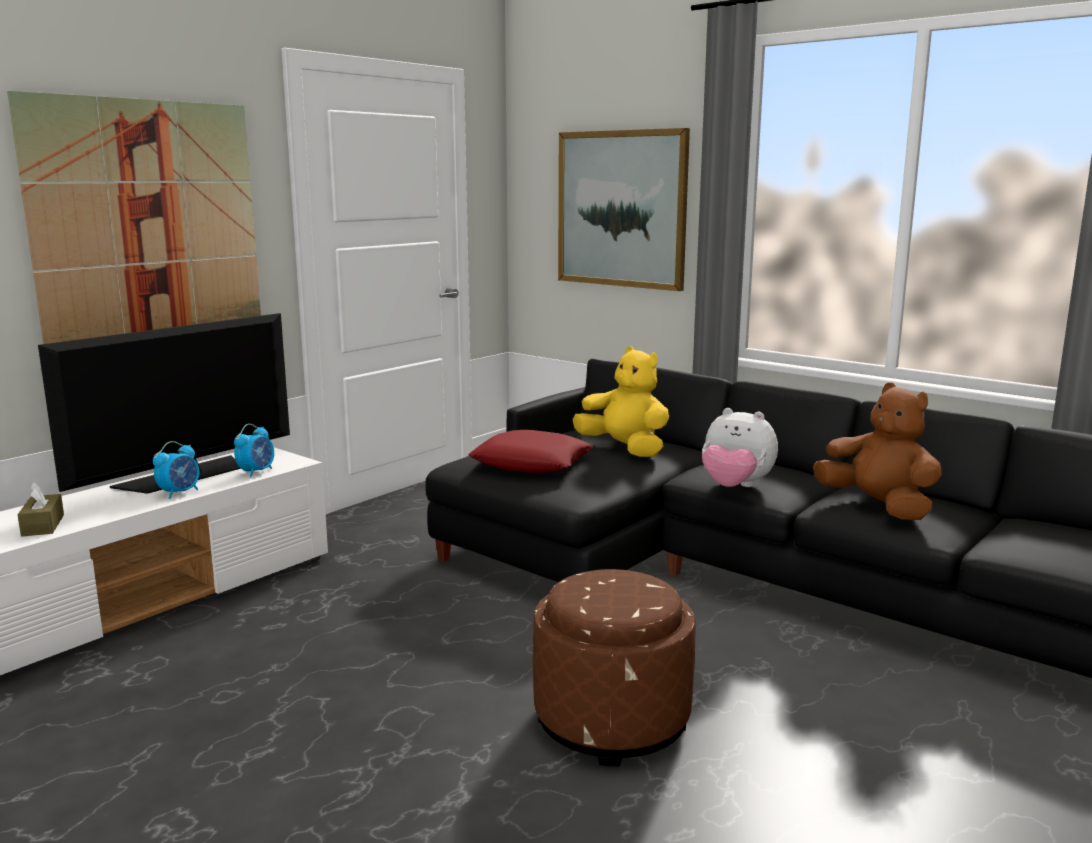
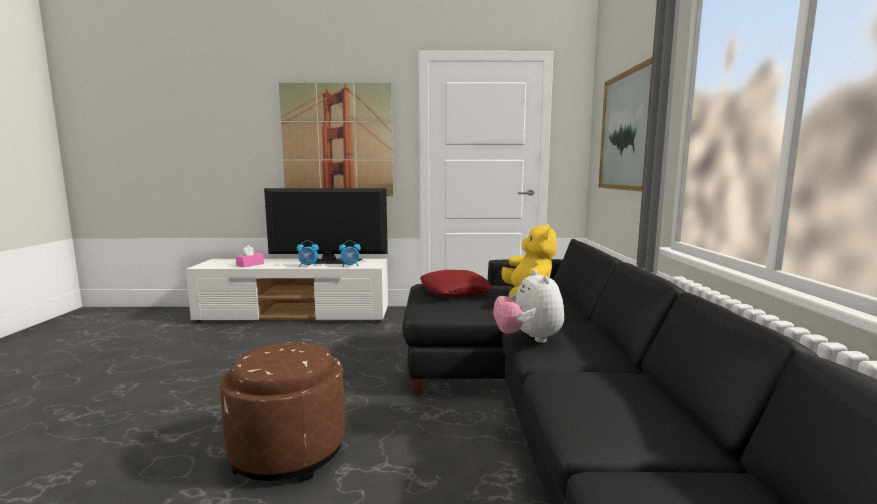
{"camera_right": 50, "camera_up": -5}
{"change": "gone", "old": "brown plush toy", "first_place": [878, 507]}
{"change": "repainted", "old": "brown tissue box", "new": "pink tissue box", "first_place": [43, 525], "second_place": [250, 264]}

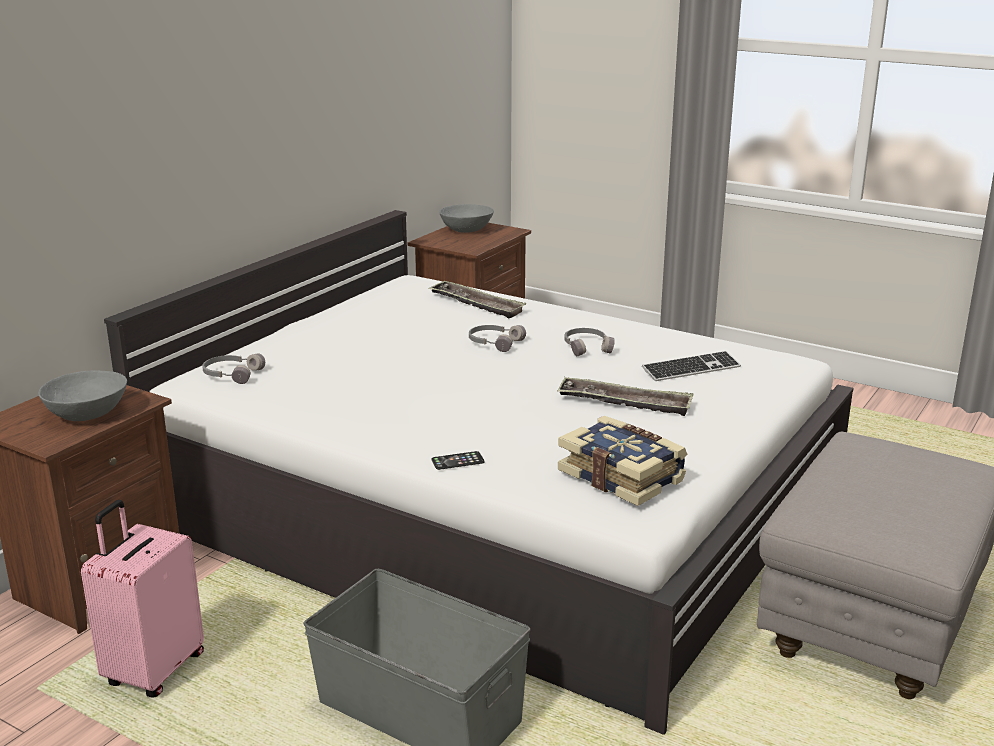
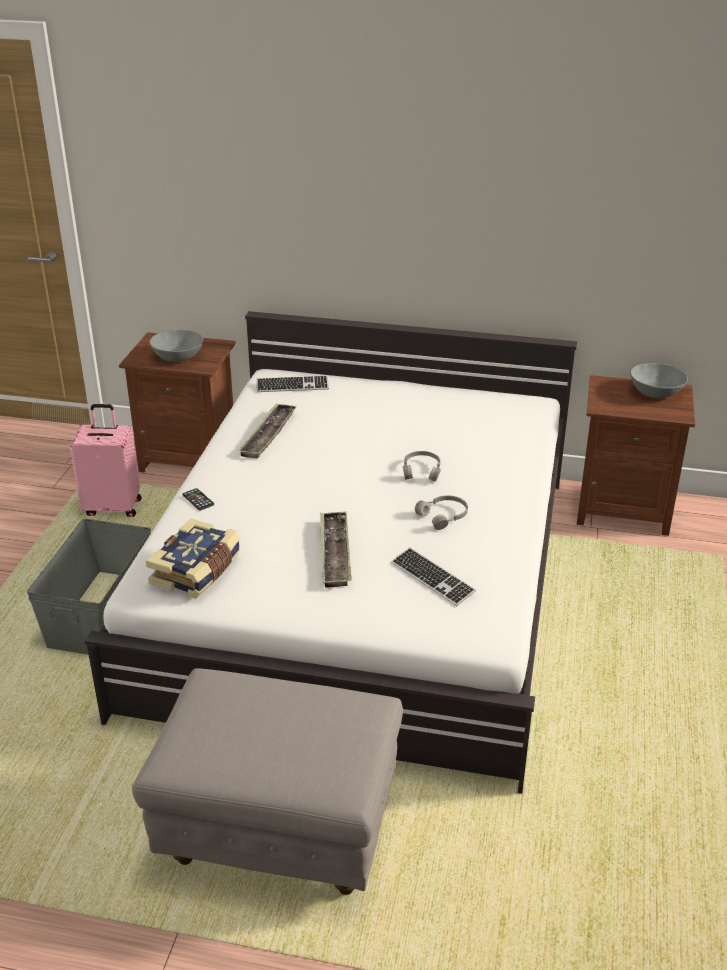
{"camera_right": 70, "camera_up": 10}
{"change": "shifted", "old": "tray", "first_place": [476, 304], "second_place": [268, 435]}
{"change": "swapped", "old": "grey headphones", "new": "keyboard", "first_place": [232, 374], "second_place": [292, 386]}

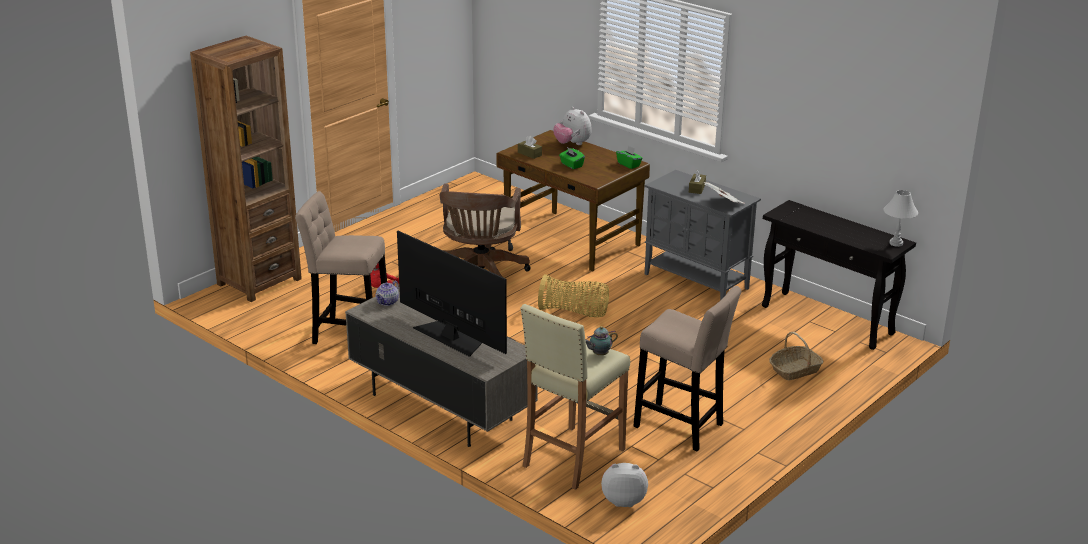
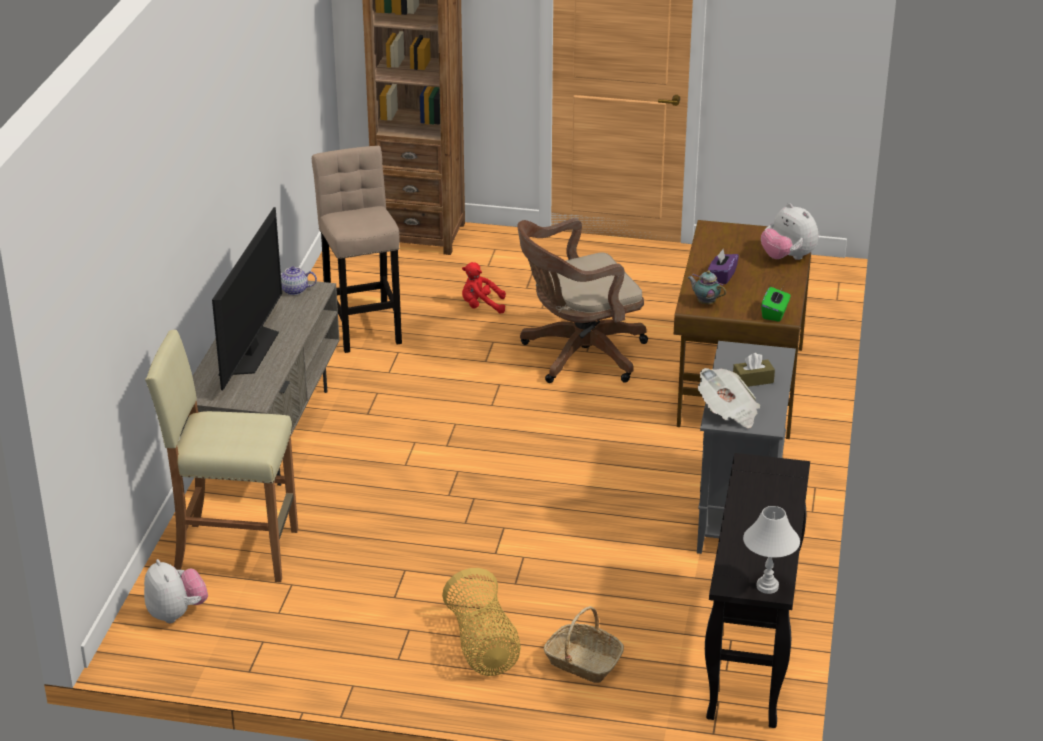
{"camera_right": 60, "camera_up": 5}
{"change": "gone", "old": "brown tissue box", "first_place": [529, 154]}
{"change": "gone", "old": "beige stool", "first_place": [682, 428]}
{"change": "shifted", "old": "basket", "first_place": [574, 312], "second_place": [483, 646]}
{"change": "shifted", "old": "teapot", "first_place": [599, 354], "second_place": [705, 302]}
{"change": "repainted", "old": "green tissue box", "new": "purple tissue box", "first_place": [571, 165], "second_place": [722, 276]}
{"change": "rotated", "old": "plush toy", "first_place": [572, 144], "second_place": [787, 257], "degrees": -60}

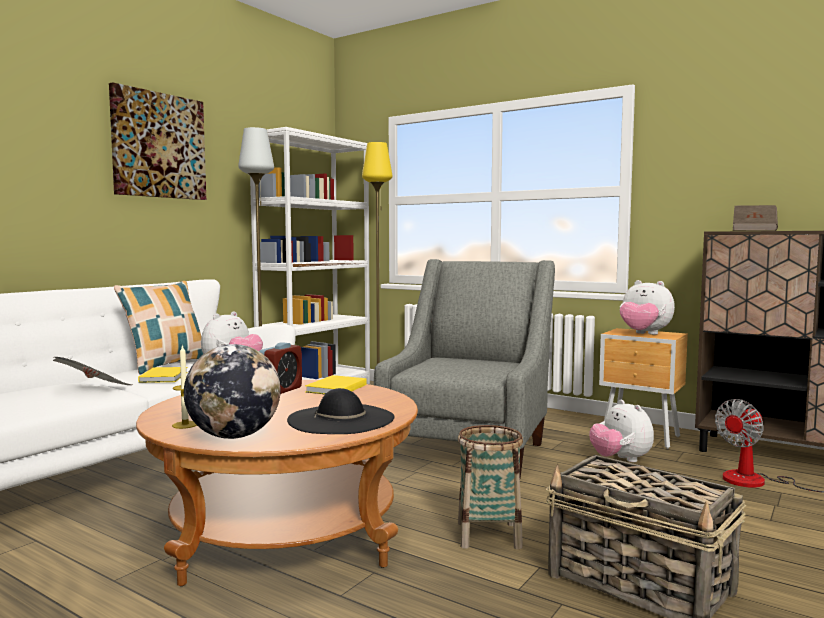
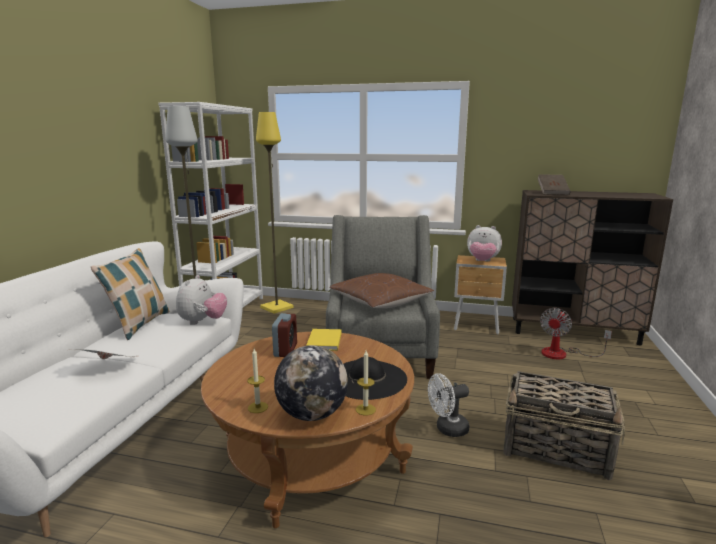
{"camera_right": -20, "camera_up": 10}
{"change": "gone", "old": "picture", "first_place": [158, 145]}
{"change": "gone", "old": "yellow book", "first_place": [165, 377]}
{"change": "gone", "old": "plush toy", "first_place": [620, 460]}
{"change": "new", "new": "brown pillow", "second_place": [380, 302]}
{"change": "new", "new": "candle", "second_place": [365, 409]}
{"change": "swapped", "old": "basket", "new": "white fan", "first_place": [489, 535], "second_place": [447, 429]}

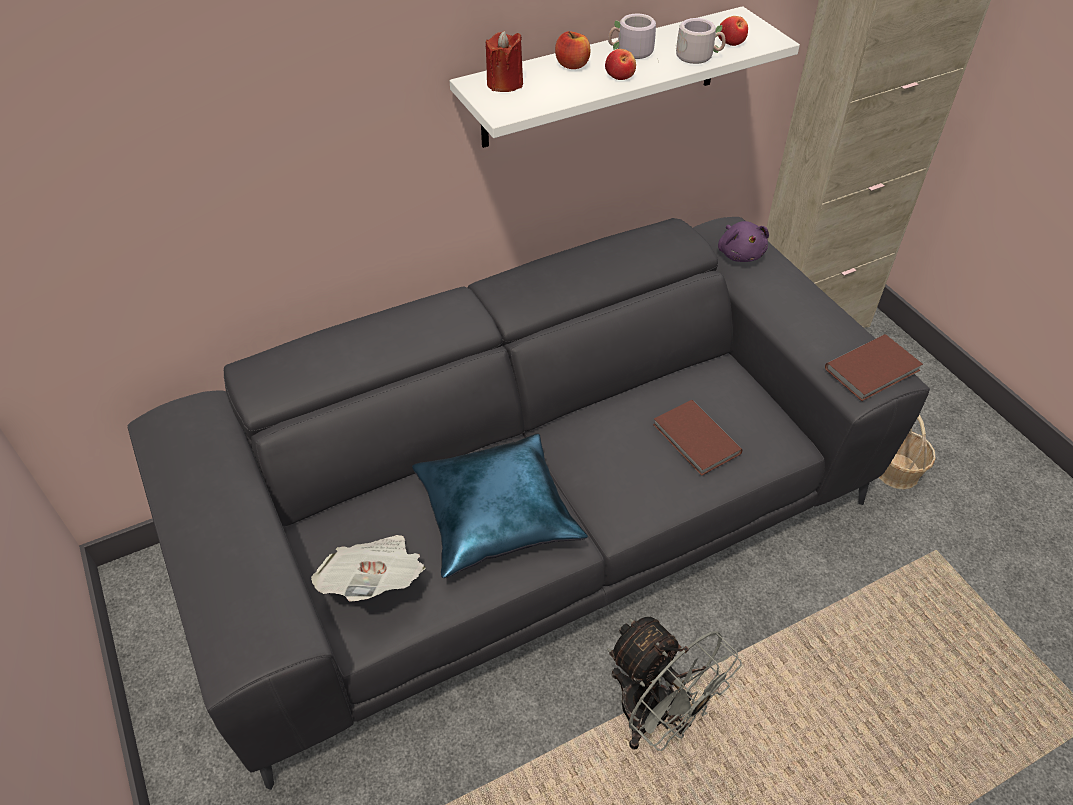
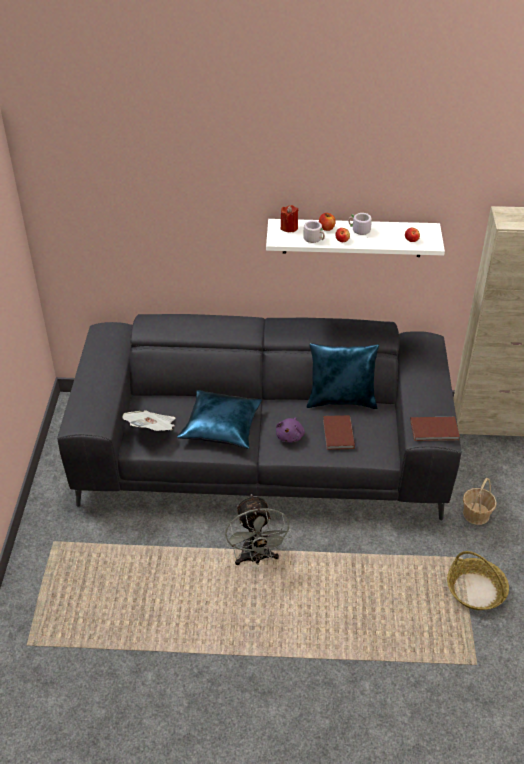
{"camera_right": 30, "camera_up": -5}
{"change": "new", "new": "blue pillow", "second_place": [341, 400]}
{"change": "new", "new": "basket", "second_place": [476, 590]}
{"change": "shifted", "old": "grey mug", "first_place": [698, 56], "second_place": [315, 239]}
{"change": "shifted", "old": "purple plush toy", "first_place": [740, 253], "second_place": [290, 436]}

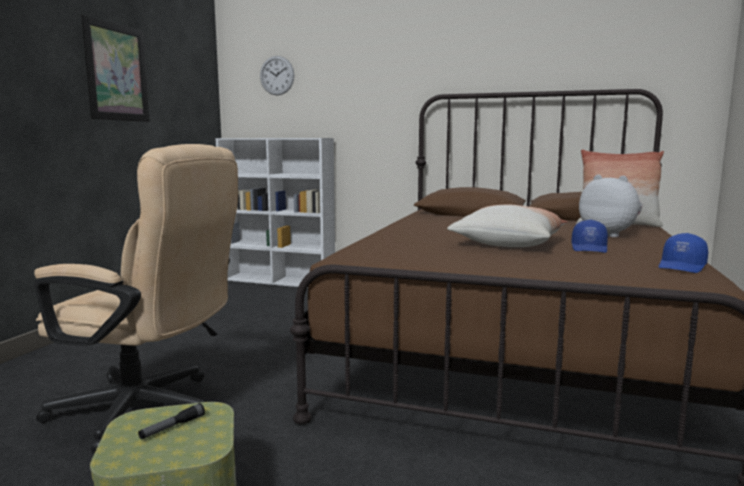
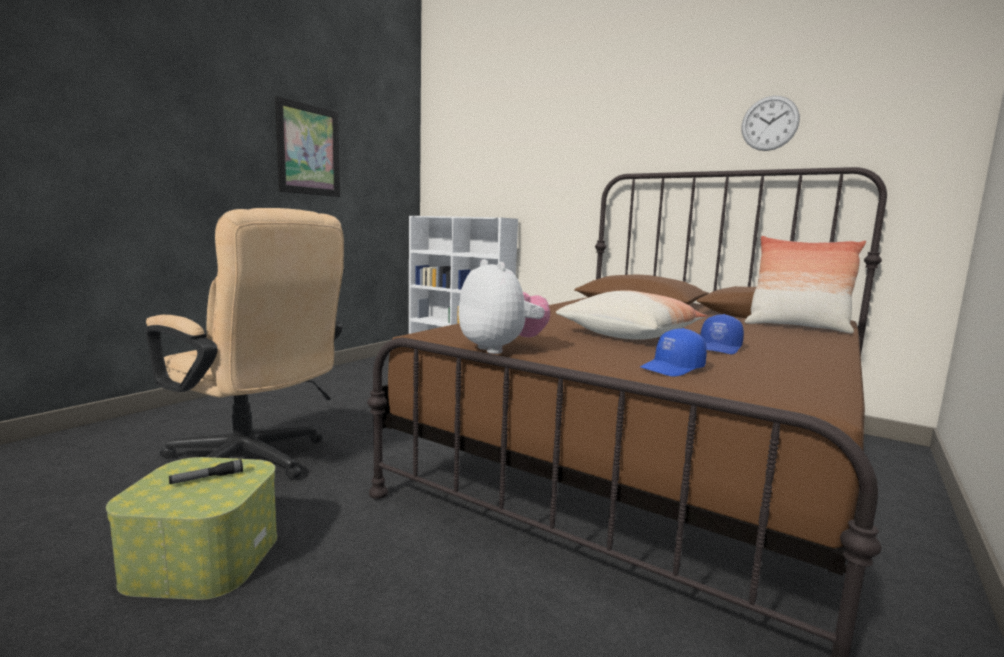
{"camera_right": 15, "camera_up": 0}
{"change": "shifted", "old": "wall clock", "first_place": [277, 75], "second_place": [769, 123]}
{"change": "shifted", "old": "plush toy", "first_place": [609, 234], "second_place": [500, 349]}
{"change": "shifted", "old": "blue cap", "first_place": [682, 267], "second_place": [673, 369]}

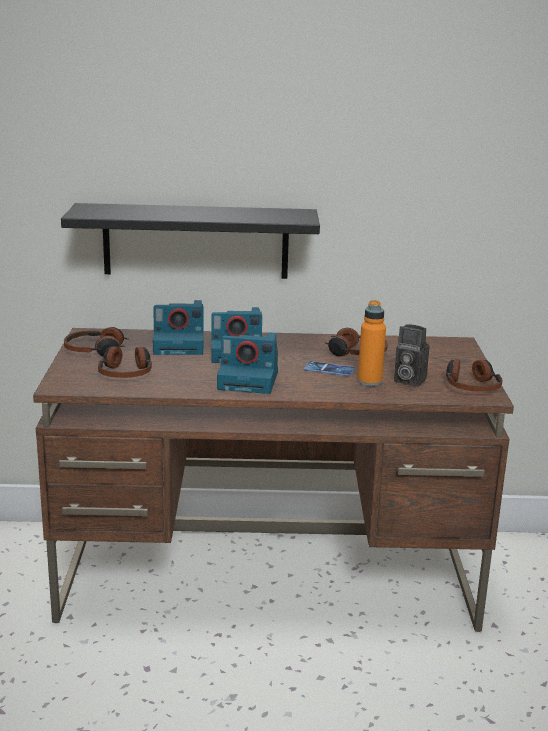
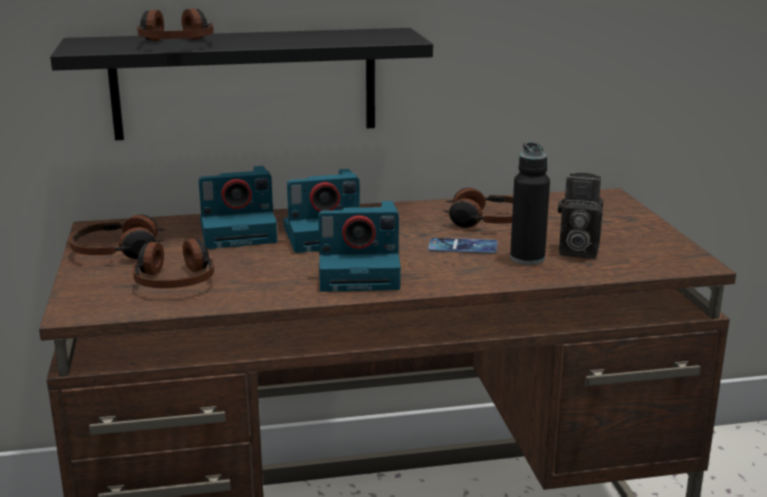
{"camera_right": -10, "camera_up": 0}
{"change": "shifted", "old": "headphones", "first_place": [471, 386], "second_place": [176, 43]}
{"change": "repainted", "old": "orange bottle", "new": "black bottle", "first_place": [369, 381], "second_place": [527, 258]}

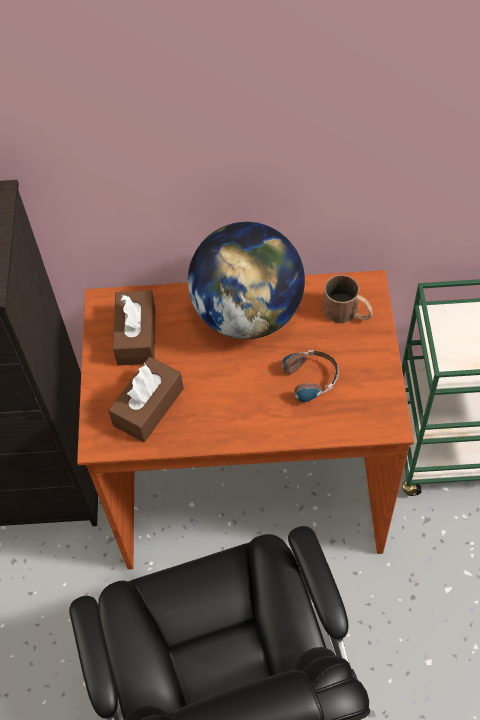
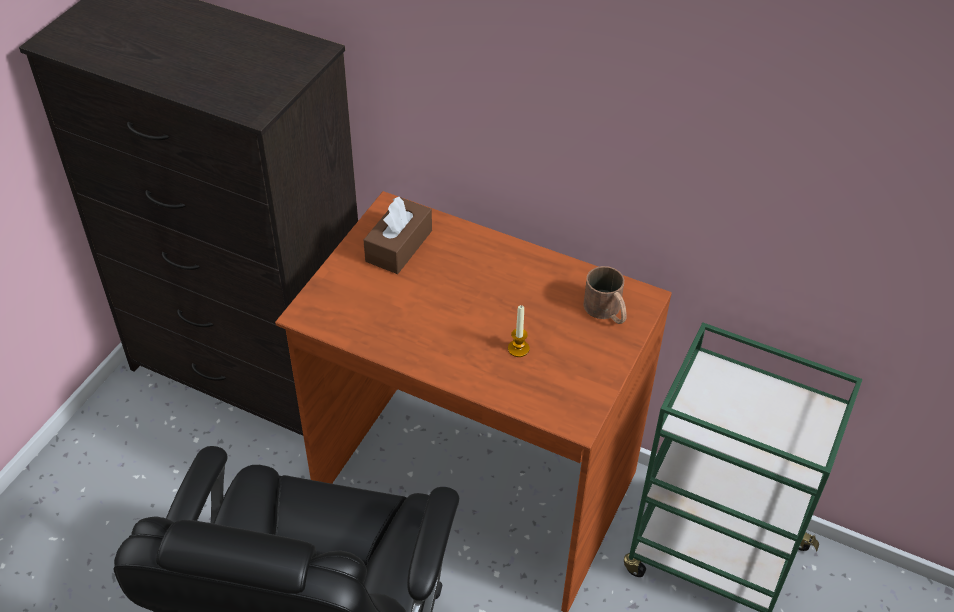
{"camera_right": 25, "camera_up": -10}
{"change": "gone", "old": "brown tissue box", "first_place": [148, 407]}
{"change": "gone", "old": "globe", "first_place": [248, 314]}
{"change": "swapped", "old": "headphones", "new": "candle", "first_place": [300, 382], "second_place": [518, 349]}

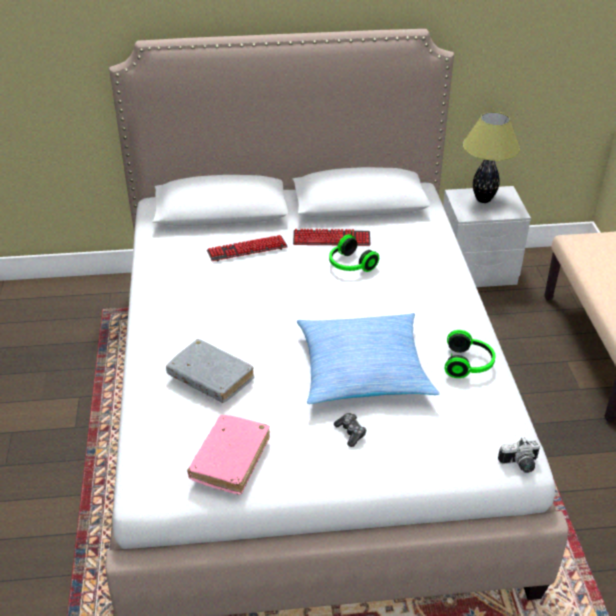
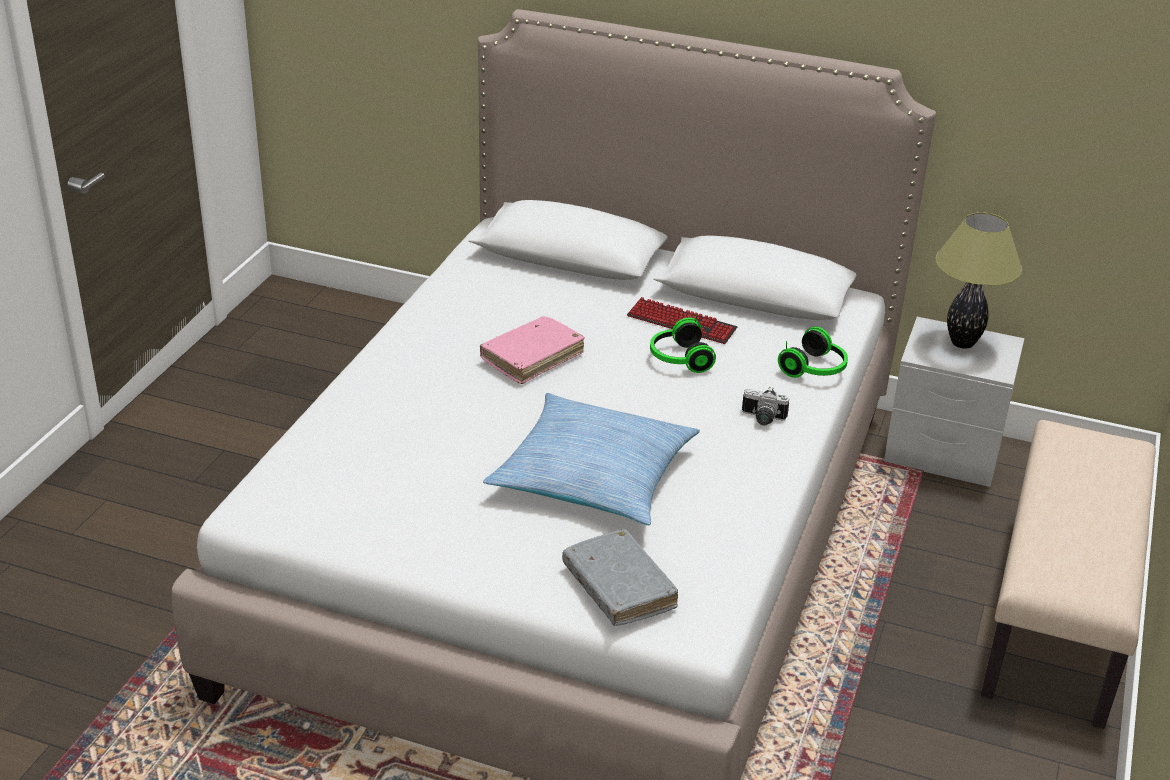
{"camera_right": 25, "camera_up": -5}
{"change": "gone", "old": "keyboard", "first_place": [247, 250]}
{"change": "gone", "old": "game controller", "first_place": [350, 432]}
{"change": "shifted", "old": "grey book", "first_place": [210, 377], "second_place": [619, 587]}
{"change": "shifted", "old": "pink book", "first_place": [230, 459], "second_place": [532, 357]}
{"change": "shifted", "old": "headphones", "first_place": [469, 364], "second_place": [815, 369]}
{"change": "shifted", "old": "photo camera", "first_place": [520, 465], "second_place": [762, 419]}

